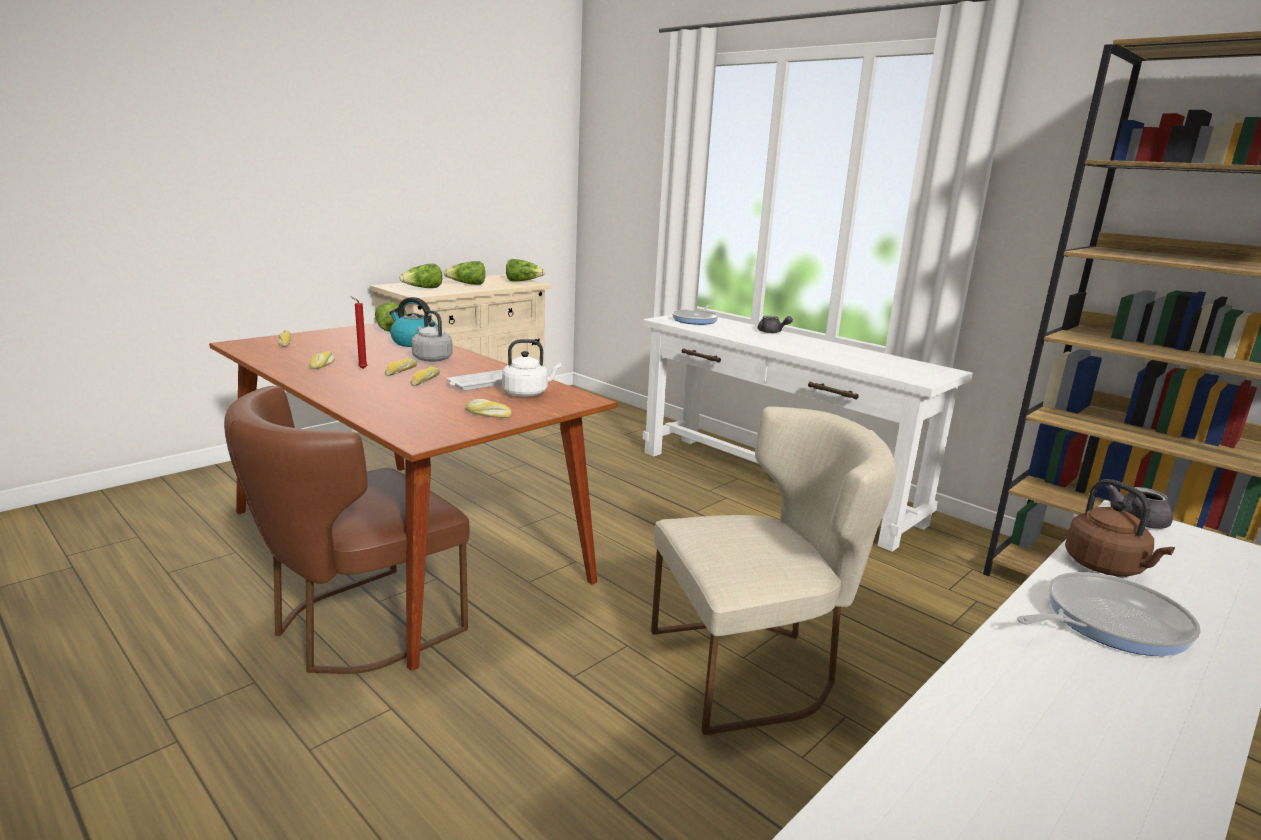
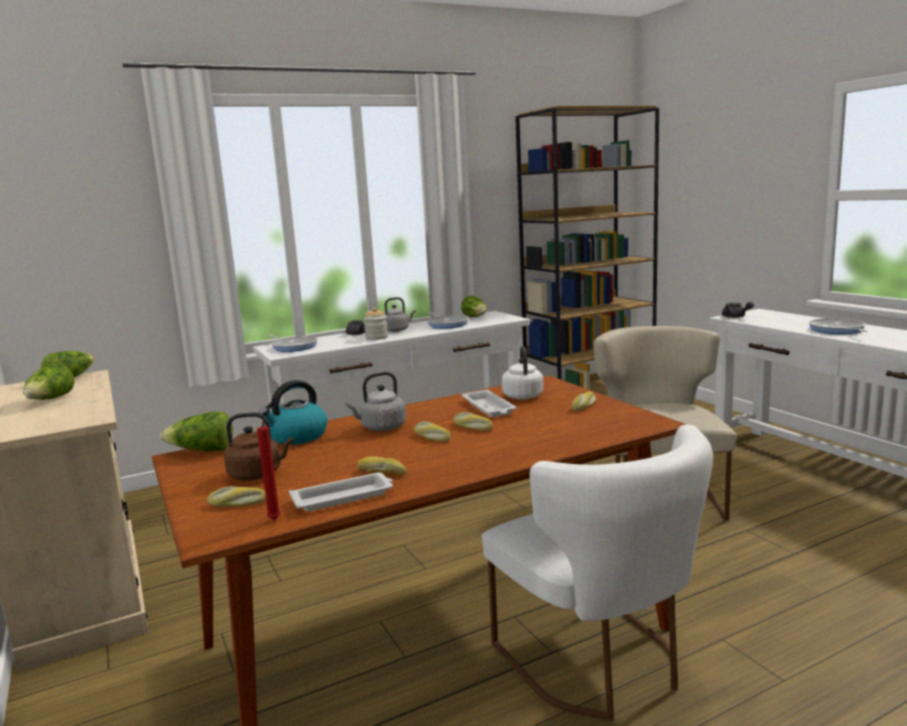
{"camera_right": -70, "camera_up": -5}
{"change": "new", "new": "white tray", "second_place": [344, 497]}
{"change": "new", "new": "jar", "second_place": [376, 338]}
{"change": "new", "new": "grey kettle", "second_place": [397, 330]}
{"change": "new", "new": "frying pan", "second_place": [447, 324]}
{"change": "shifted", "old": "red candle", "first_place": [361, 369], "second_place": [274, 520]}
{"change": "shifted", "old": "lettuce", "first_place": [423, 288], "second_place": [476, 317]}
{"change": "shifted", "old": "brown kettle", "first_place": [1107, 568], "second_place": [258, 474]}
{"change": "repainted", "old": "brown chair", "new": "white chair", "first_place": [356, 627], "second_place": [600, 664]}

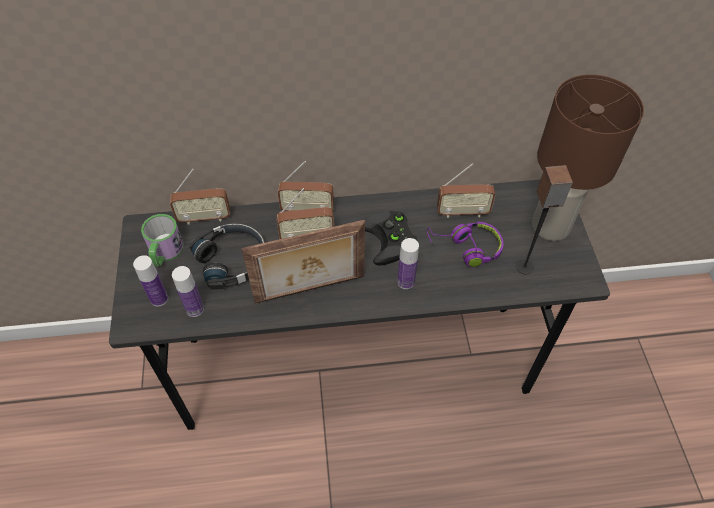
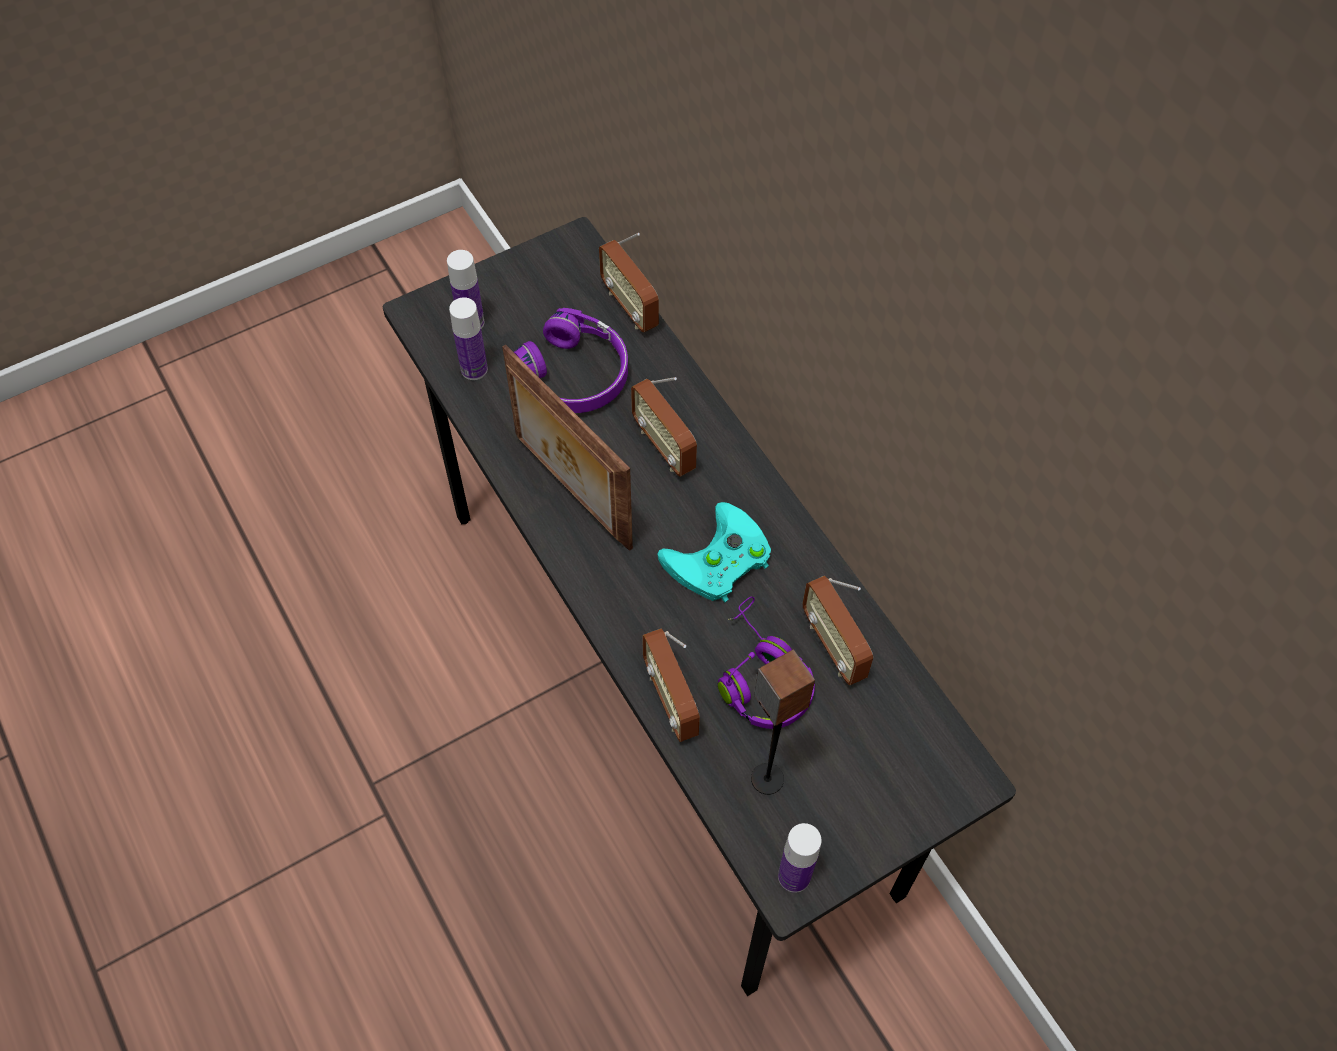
{"camera_right": 65, "camera_up": 5}
{"change": "gone", "old": "mug", "first_place": [165, 253]}
{"change": "gone", "old": "brown table lamp", "first_place": [552, 226]}
{"change": "shifted", "old": "radio", "first_place": [307, 210], "second_place": [671, 700]}
{"change": "shifted", "old": "bottle", "first_place": [405, 282], "second_place": [794, 876]}
{"change": "repainted", "old": "black headphones", "new": "purple headphones", "first_place": [233, 260], "second_place": [575, 375]}
{"change": "repainted", "old": "black game controller", "new": "turquoise game controller", "first_place": [391, 240], "second_place": [718, 562]}

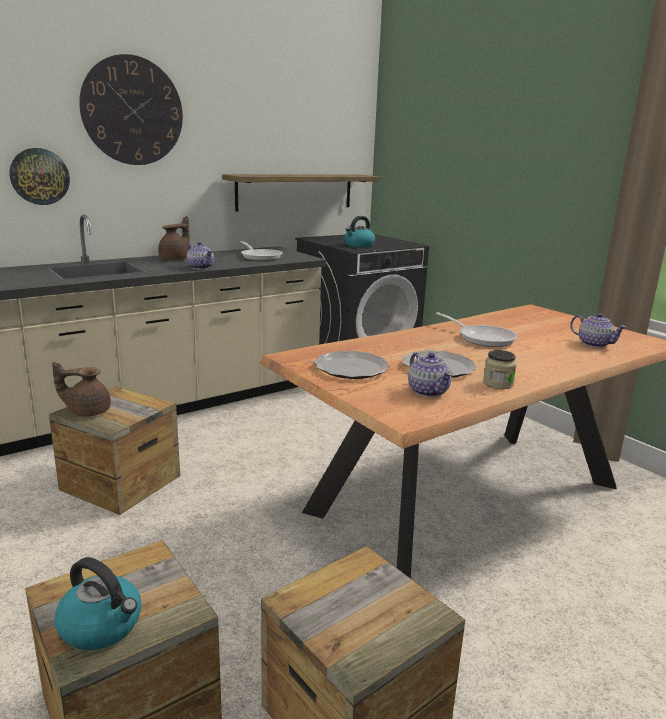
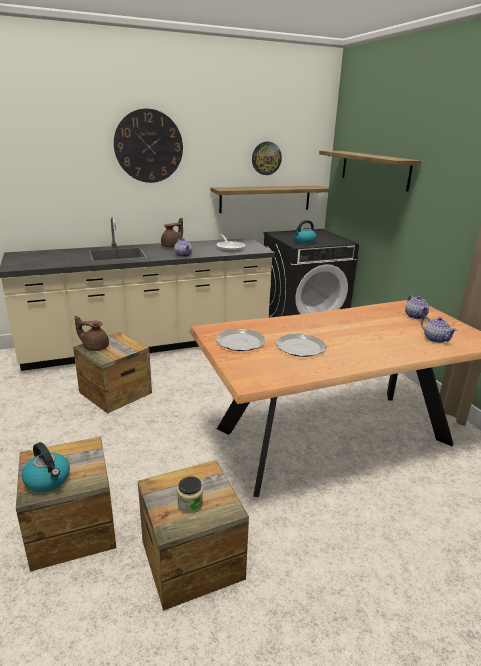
{"camera_right": 15, "camera_up": 5}
{"change": "gone", "old": "frying pan", "first_place": [482, 338]}
{"change": "new", "new": "shelf", "second_place": [374, 169]}
{"change": "shifted", "old": "wall clock", "first_place": [39, 176], "second_place": [266, 158]}
{"change": "shifted", "old": "teapot", "first_place": [428, 391], "second_place": [415, 316]}
{"change": "shifted", "old": "jar", "first_place": [498, 384], "second_place": [190, 504]}

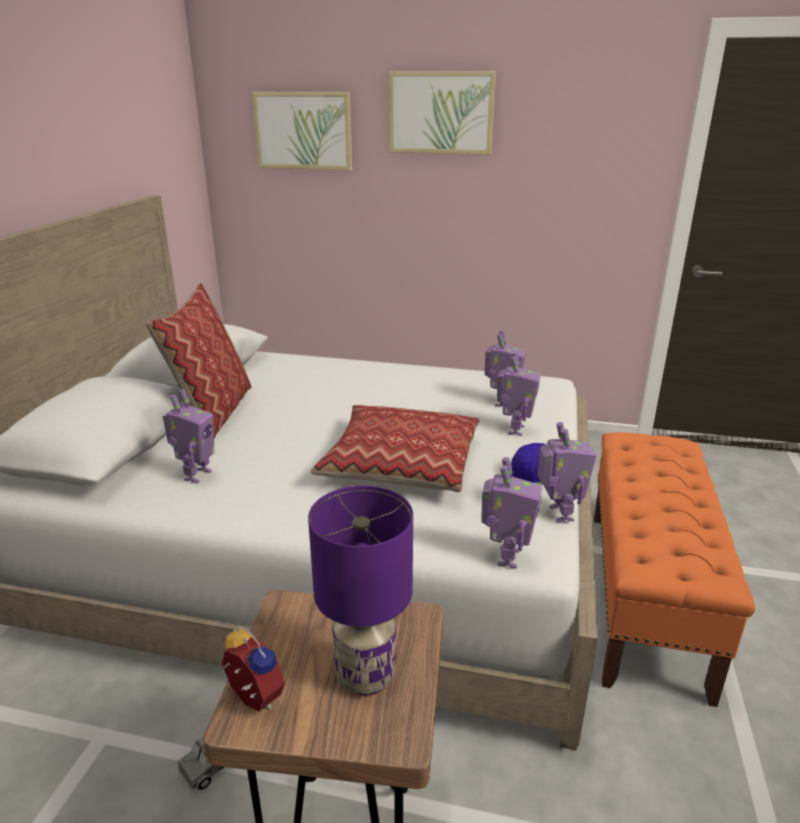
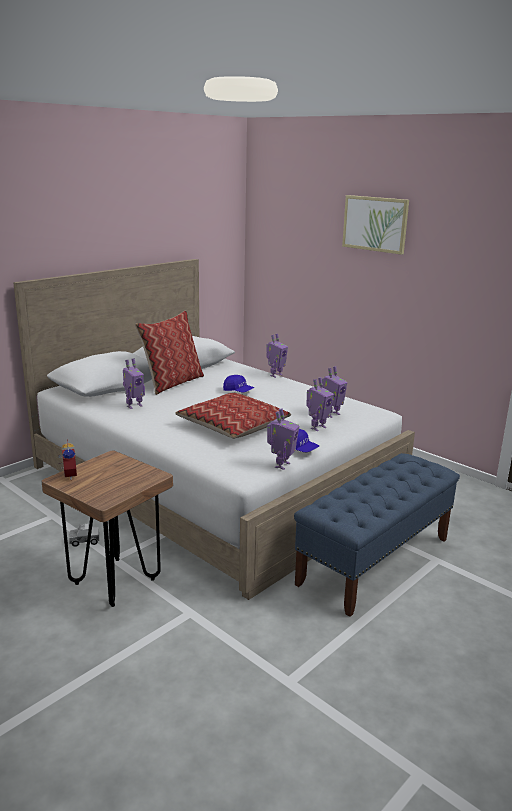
{"camera_right": 30, "camera_up": -5}
{"change": "gone", "old": "picture", "first_place": [303, 131]}
{"change": "gone", "old": "purple table lamp", "first_place": [366, 675]}
{"change": "new", "new": "blue cap", "second_place": [238, 391]}
{"change": "shifted", "old": "toy robot", "first_place": [506, 557], "second_place": [275, 375]}
{"change": "repainted", "old": "orange bench", "new": "blue bench", "first_place": [644, 595], "second_place": [375, 560]}

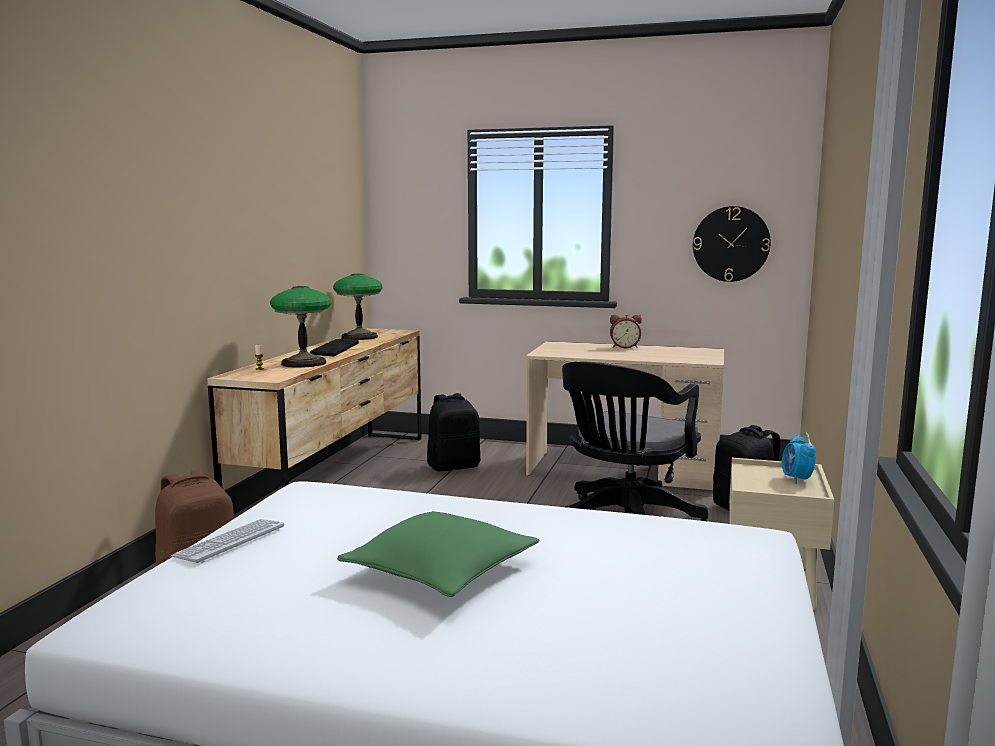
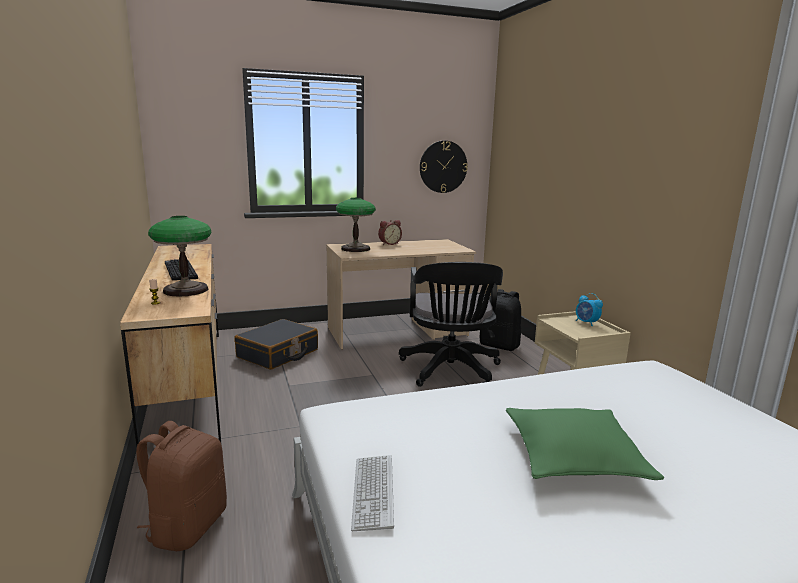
{"camera_right": -35, "camera_up": 5}
{"change": "shifted", "old": "table lamp", "first_place": [359, 337], "second_place": [355, 249]}
{"change": "swapped", "old": "black backpack", "new": "black suitcase", "first_place": [454, 466], "second_place": [278, 354]}

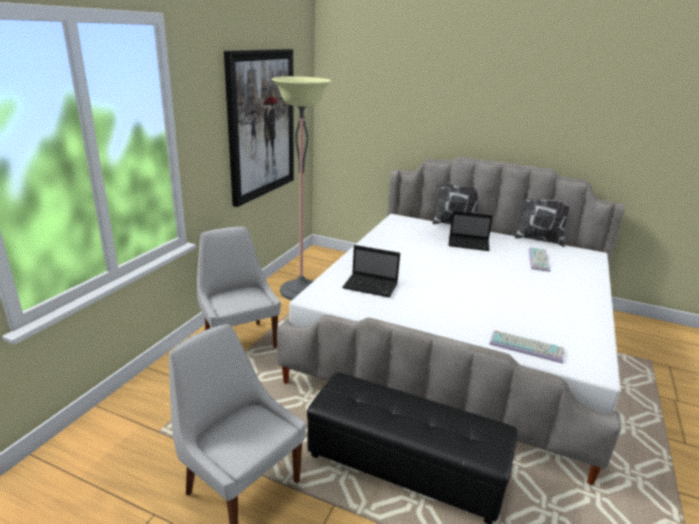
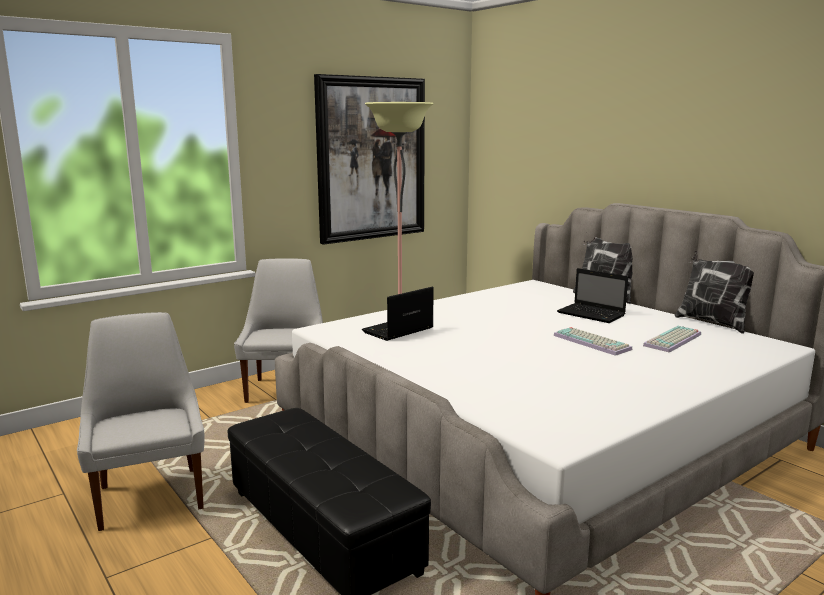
{"camera_right": 30, "camera_up": -10}
{"change": "shifted", "old": "keyboard", "first_place": [527, 347], "second_place": [593, 342]}
{"change": "rotated", "old": "laptop", "first_place": [371, 286], "second_place": [397, 331], "degrees": 90}

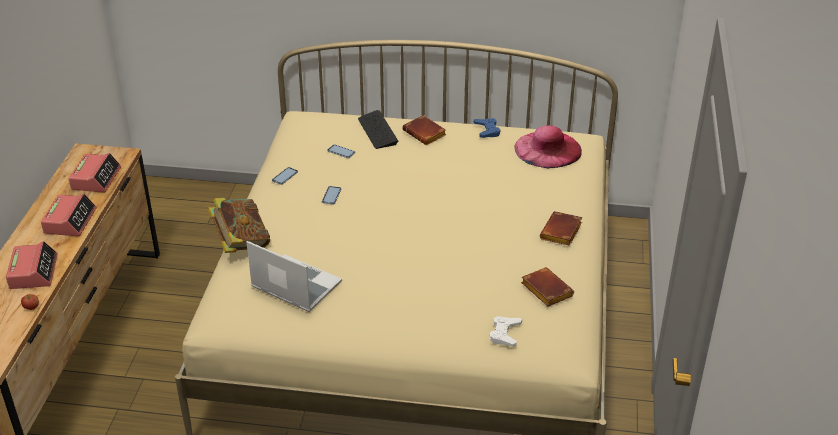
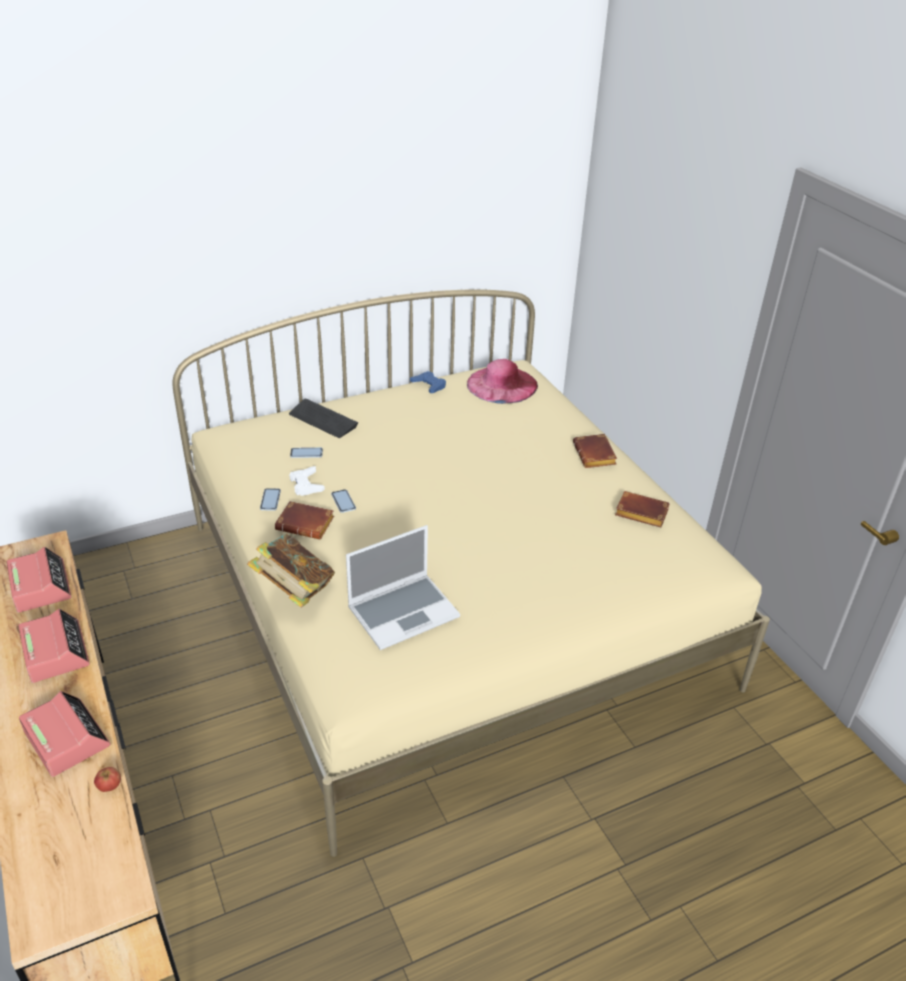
{"camera_right": -35, "camera_up": 0}
{"change": "shifted", "old": "brown book", "first_place": [426, 134], "second_place": [307, 524]}
{"change": "shifted", "old": "white game controller", "first_place": [505, 333], "second_place": [306, 484]}
{"change": "rotated", "old": "laptop", "first_place": [294, 285], "second_place": [404, 611], "degrees": 150}

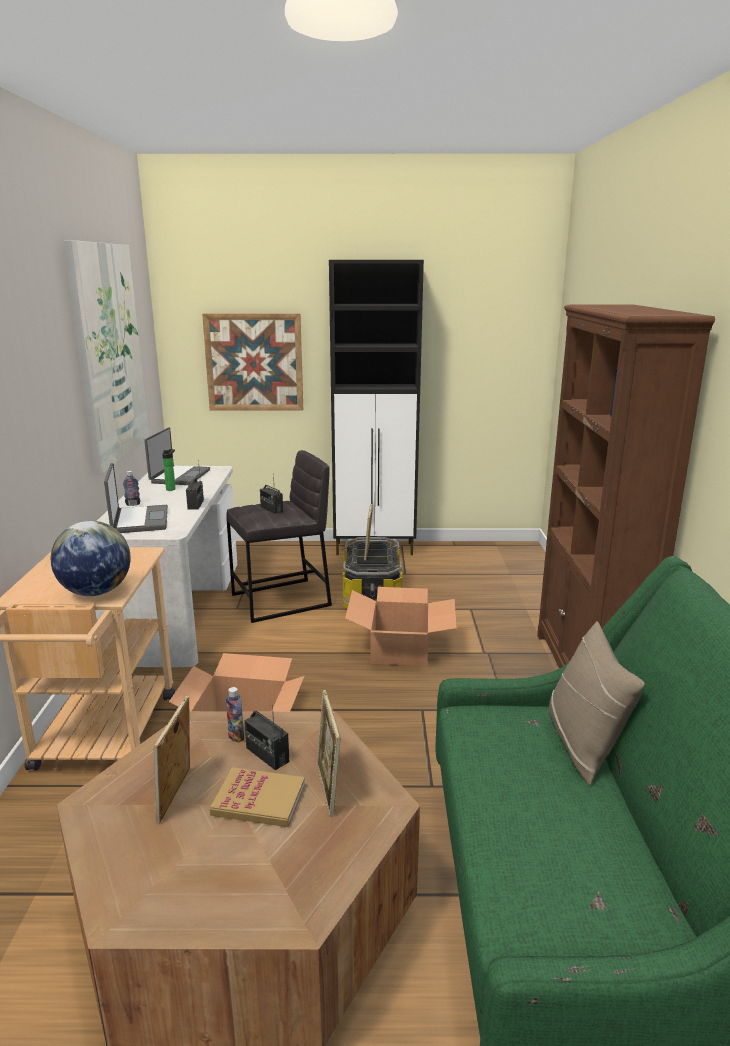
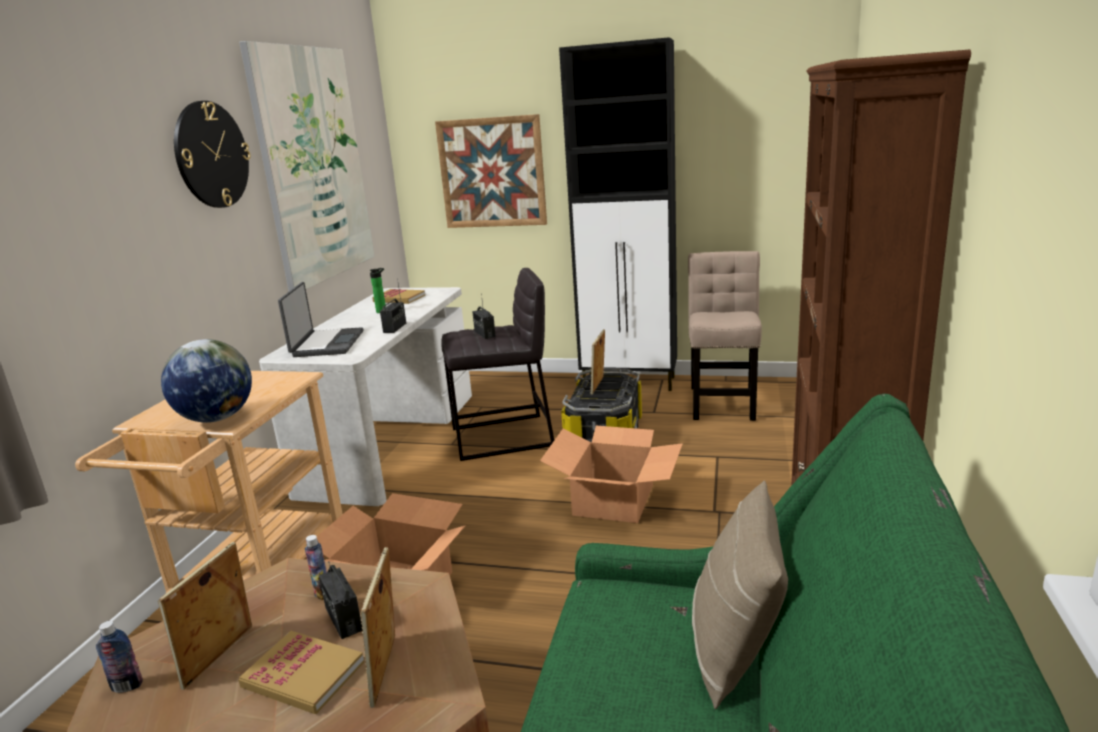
{"camera_right": 15, "camera_up": 0}
{"change": "new", "new": "wall clock", "second_place": [211, 155]}
{"change": "new", "new": "beige chair", "second_place": [723, 401]}
{"change": "shifted", "old": "bottle", "first_place": [133, 504], "second_place": [127, 686]}
{"change": "swapped", "old": "laptop", "new": "book", "first_place": [179, 476], "second_place": [399, 298]}

